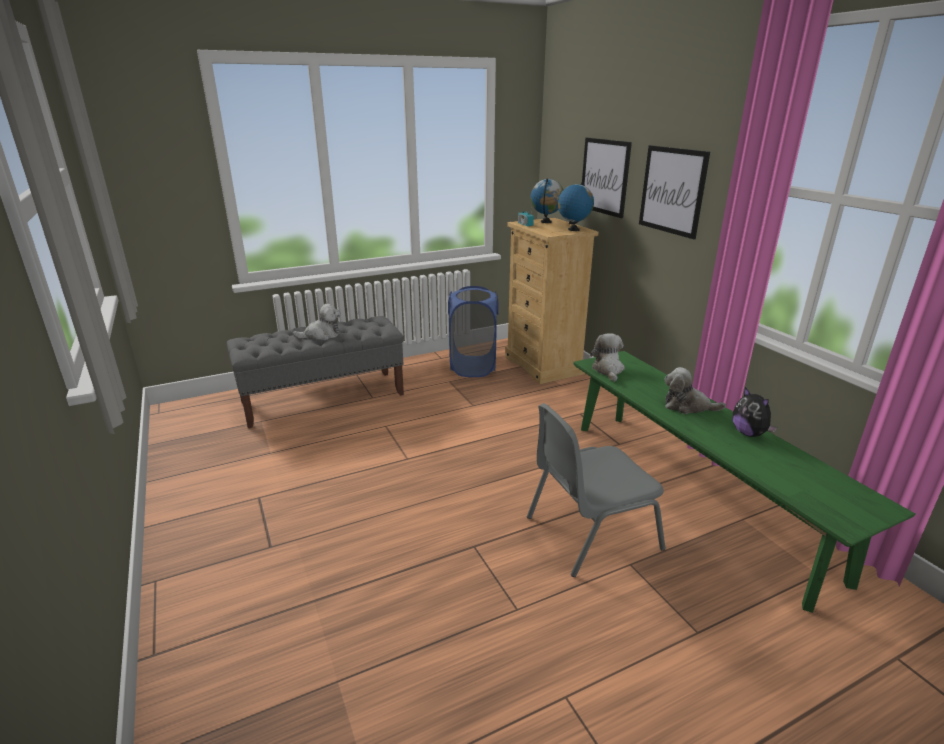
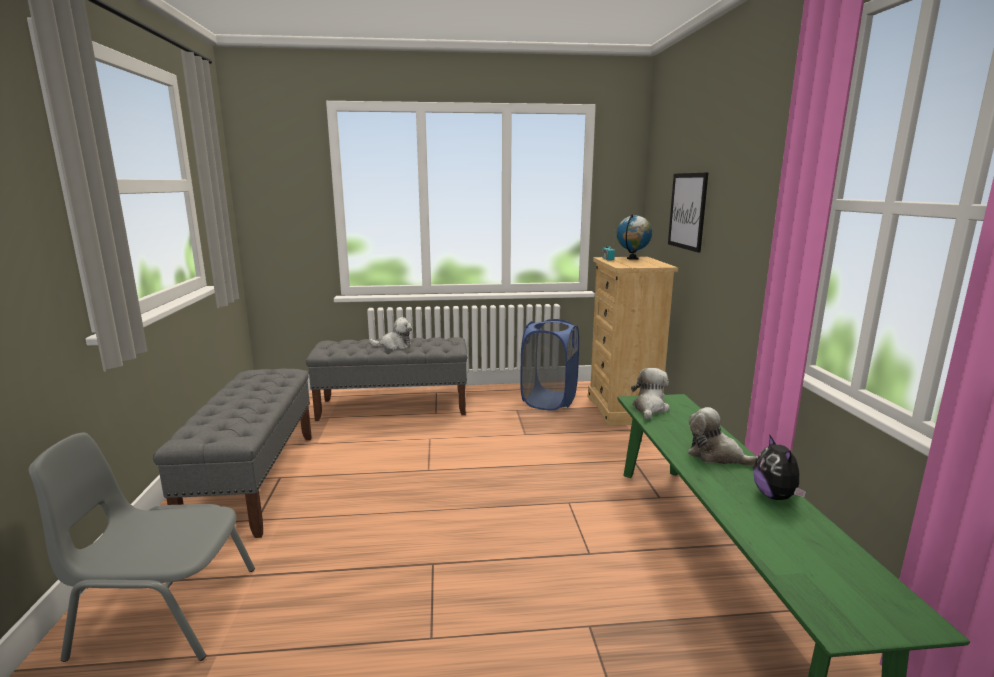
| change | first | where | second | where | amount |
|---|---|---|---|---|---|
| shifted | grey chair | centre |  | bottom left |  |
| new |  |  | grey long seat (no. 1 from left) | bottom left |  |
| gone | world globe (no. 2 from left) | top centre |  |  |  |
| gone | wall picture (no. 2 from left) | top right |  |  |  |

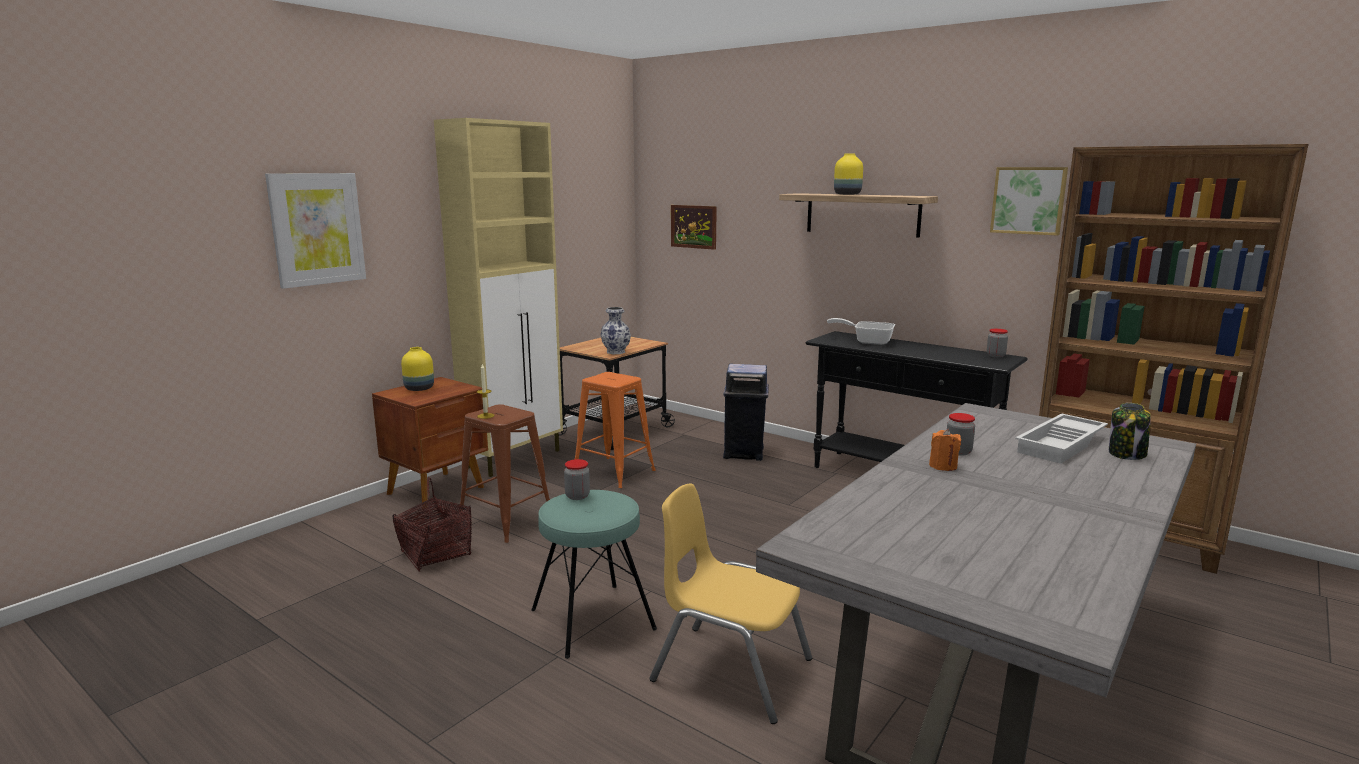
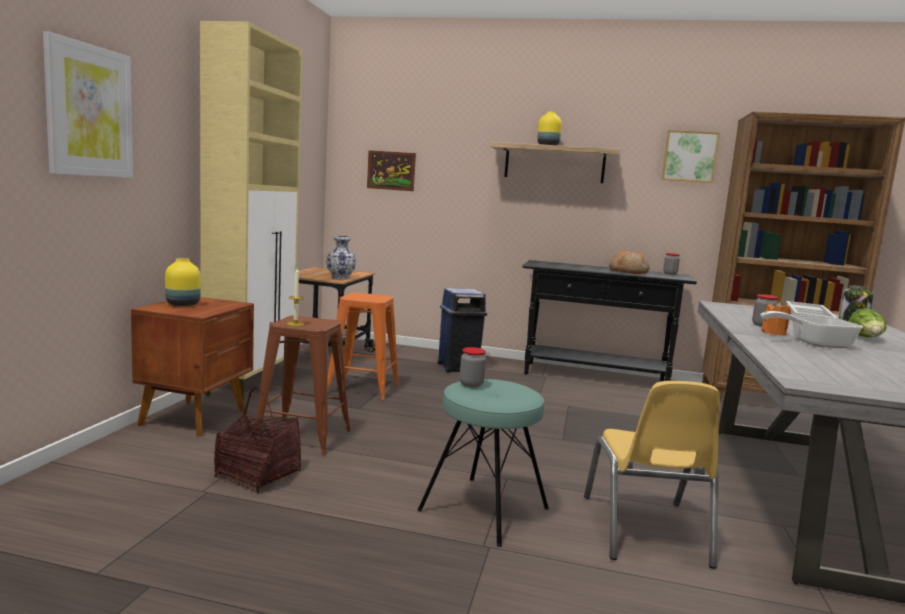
| change | first | where | second | where | amount |
|---|---|---|---|---|---|
| rotated | yellow chair | bottom centre |  | bottom right | 90 degrees counterclockwise |
| new |  |  | baked bread | middle right |  |
| shifted | skillet | centre |  | middle right |  |
| new |  |  | lettuce | middle right |  |

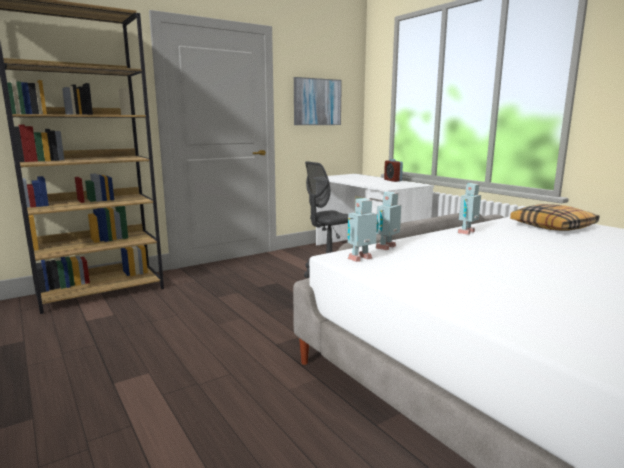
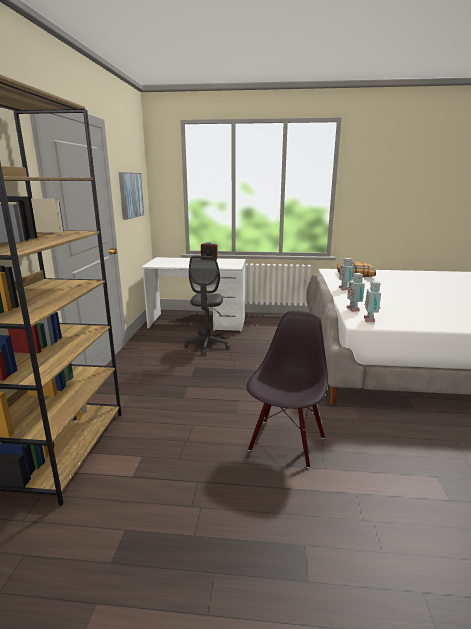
| change | first | where | second | where | amount |
|---|---|---|---|---|---|
| new |  |  | blackish chair | centre |  |

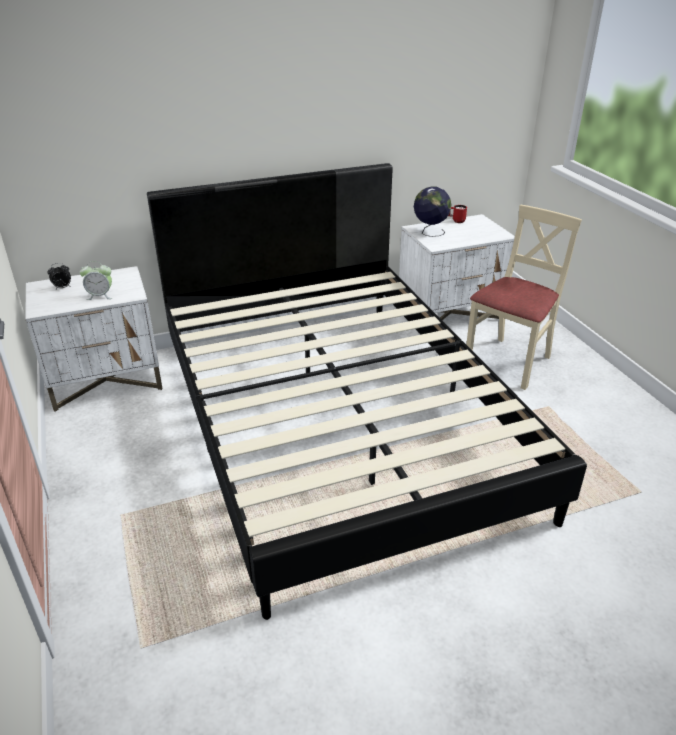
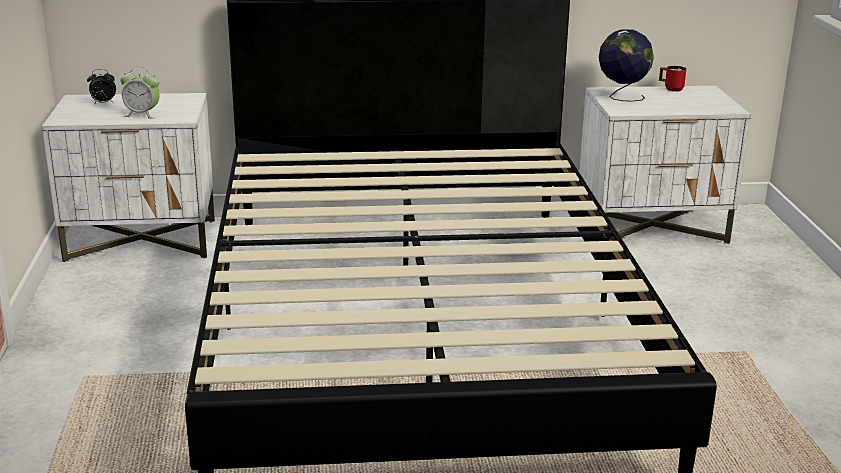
| change | first | where | second | where | amount |
|---|---|---|---|---|---|
| gone | sand-coloured chair | middle right |  |  |  |

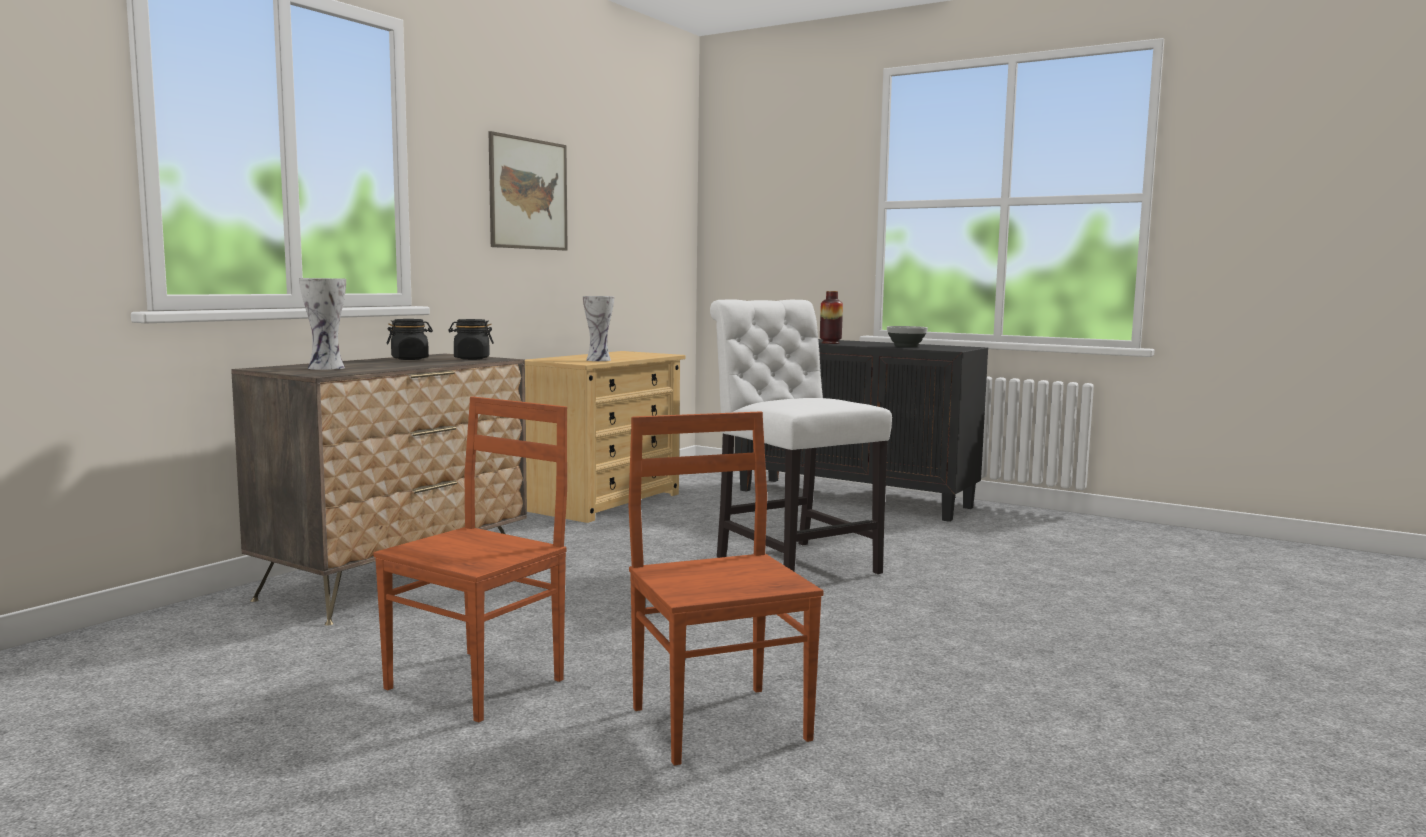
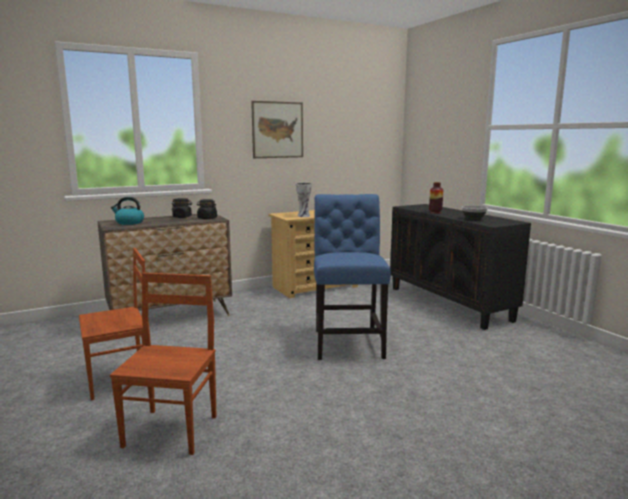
| change | first | where | second | where | amount |
|---|---|---|---|---|---|
| swapped | decorative vase (no. 1 from left) | middle left | kettle | middle left |  |
| repainted | white chair | centre | blue chair | centre |  |

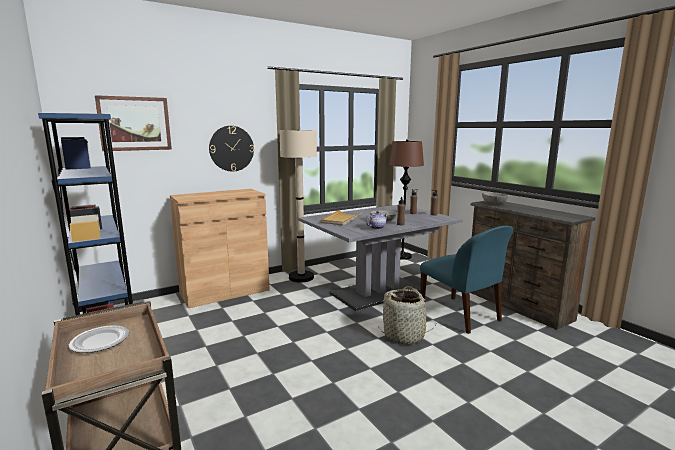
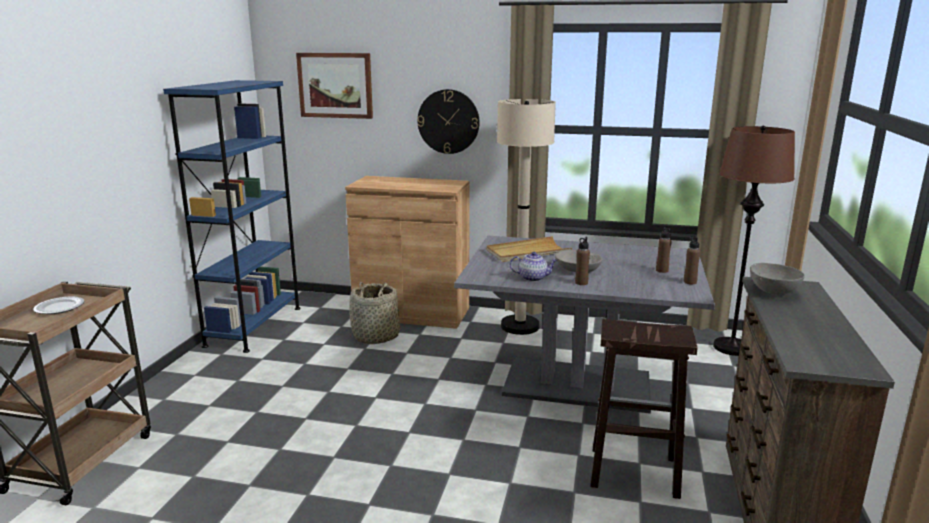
| change | first | where | second | where | amount |
|---|---|---|---|---|---|
| shifted | household basket | bottom centre |  | centre |  |
| swapped | blue chair | middle right | brown stool seat | bottom right |  |

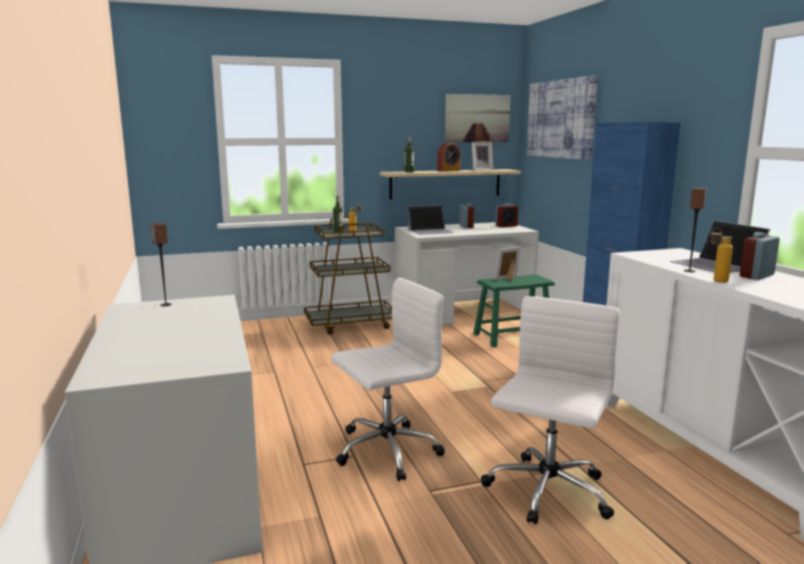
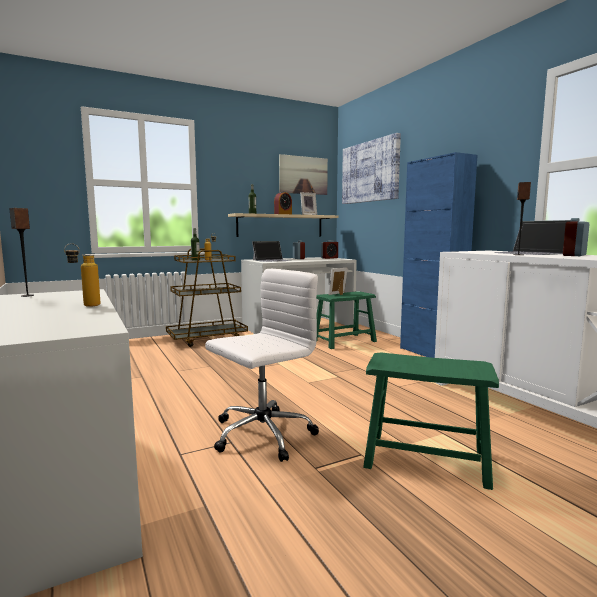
| change | first | where | second | where | amount |
|---|---|---|---|---|---|
| shifted | drink bottle (no. 4 from left in the first image) | middle right | drink bottle (no. 1 from left) | middle left |  |
| swapped | white computer chair (no. 2 from left) | bottom right | greenish stool seat (no. 2 from left) | bottom right |  |

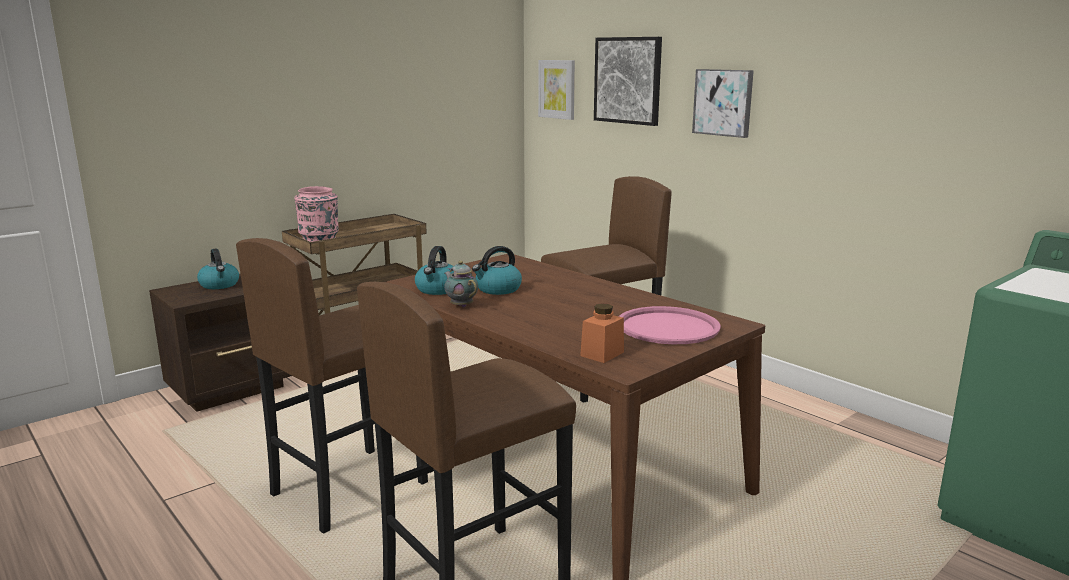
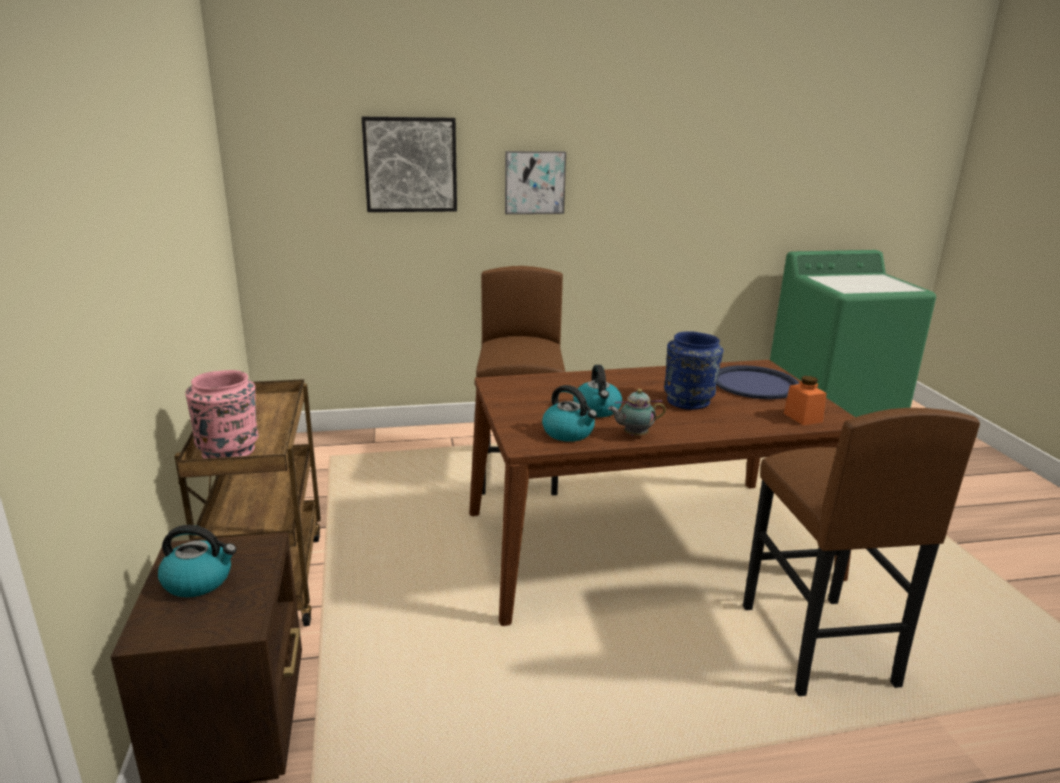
| change | first | where | second | where | amount |
|---|---|---|---|---|---|
| new |  |  | blue decorative vase | centre |  |
| repainted | pink-coloured serving tray | centre | blue serving tray | middle right |  |
| gone | brown stool seat (no. 1 from left) | middle left |  |  |  |
| gone | wall picture (no. 1 from left) | top centre |  |  |  |

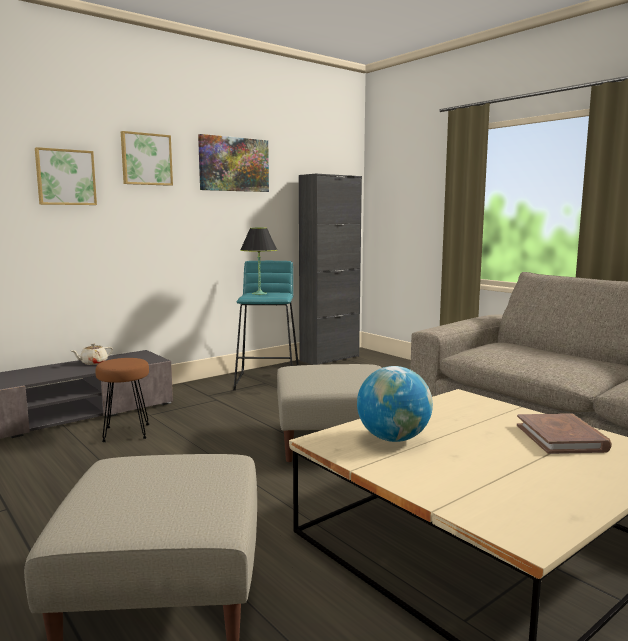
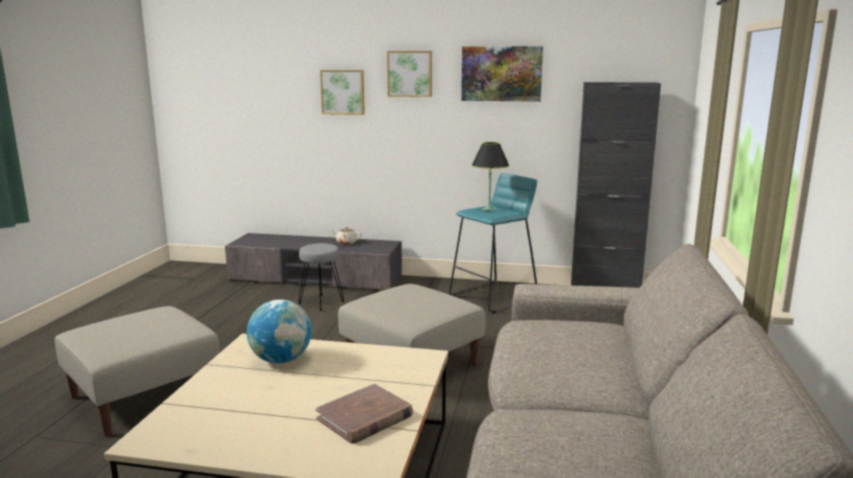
| change | first | where | second | where | amount |
|---|---|---|---|---|---|
| repainted | brown stool seat | middle left | grey stool seat | centre |  |

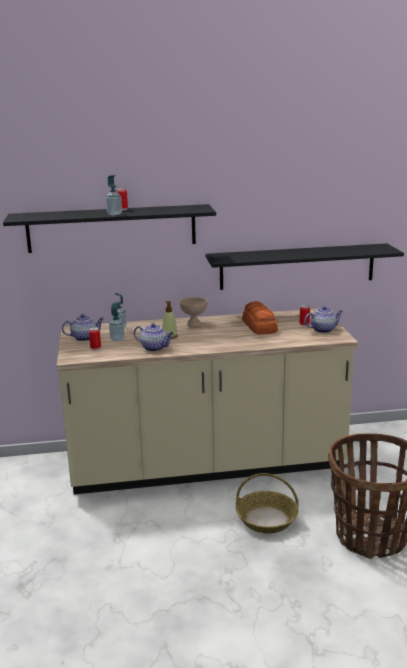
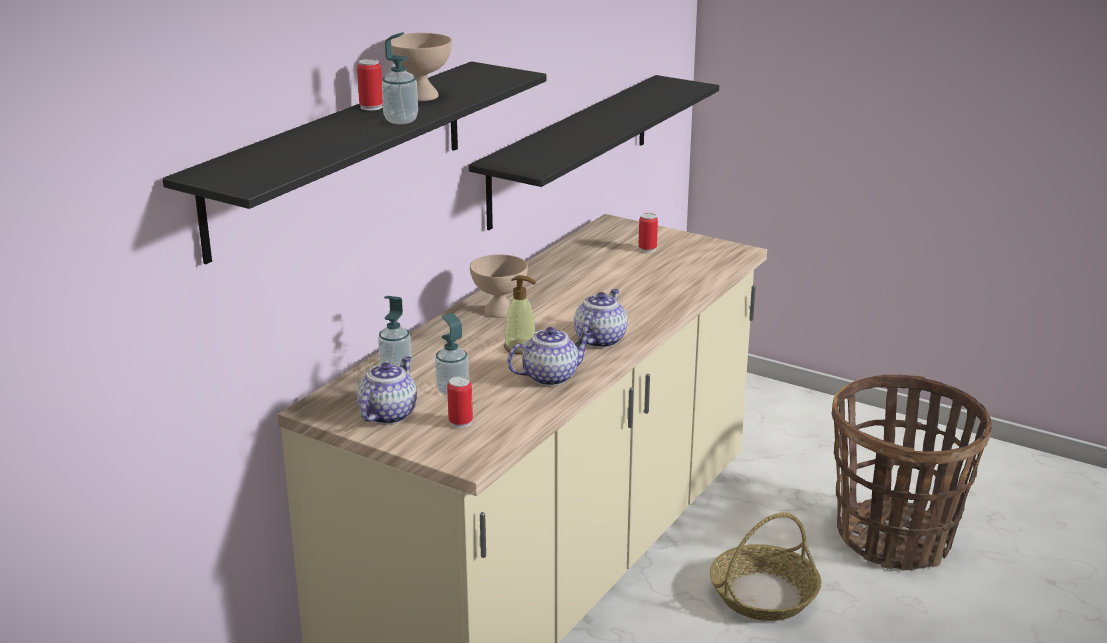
| change | first | where | second | where | amount |
|---|---|---|---|---|---|
| new |  |  | sand-coloured deep dish (no. 1 from left) | top centre |  |
| shifted | pot for tea (no. 3 from left) | middle right |  | centre |  |
| gone | baked bread | centre |  |  |  |

